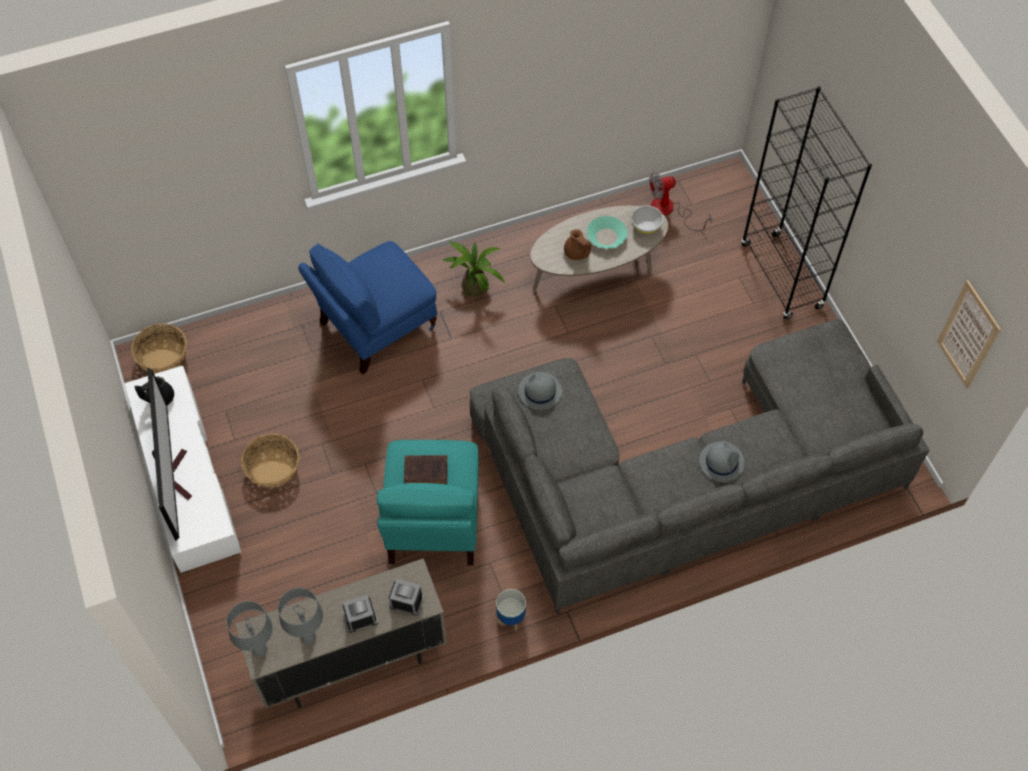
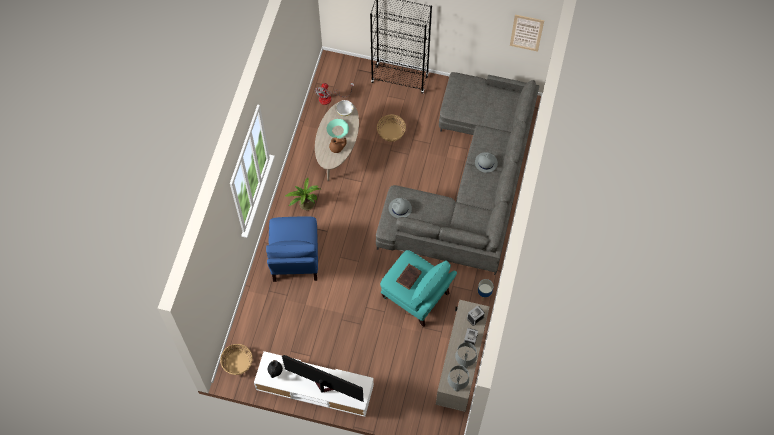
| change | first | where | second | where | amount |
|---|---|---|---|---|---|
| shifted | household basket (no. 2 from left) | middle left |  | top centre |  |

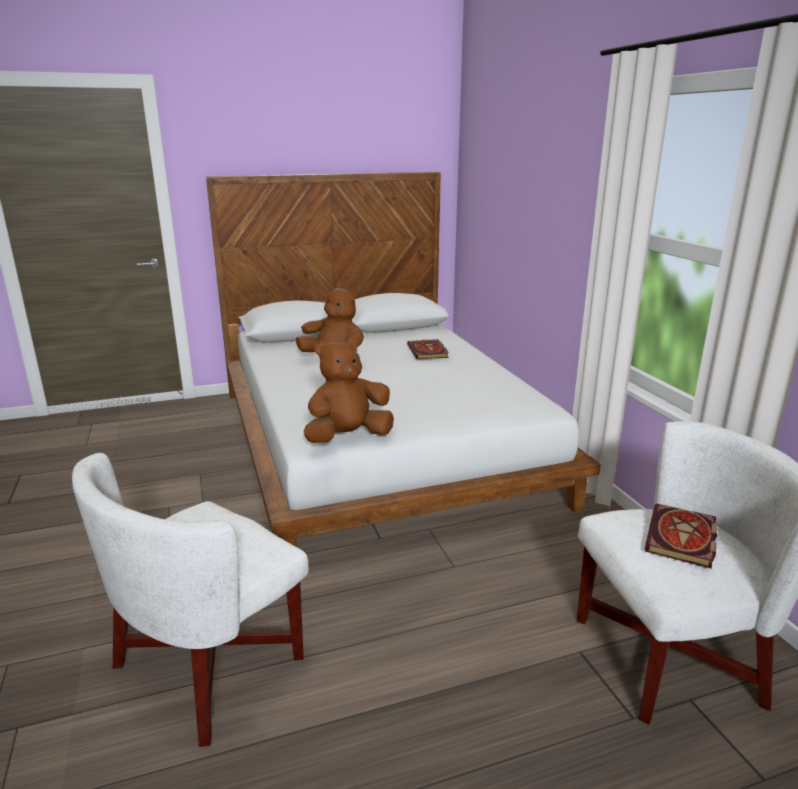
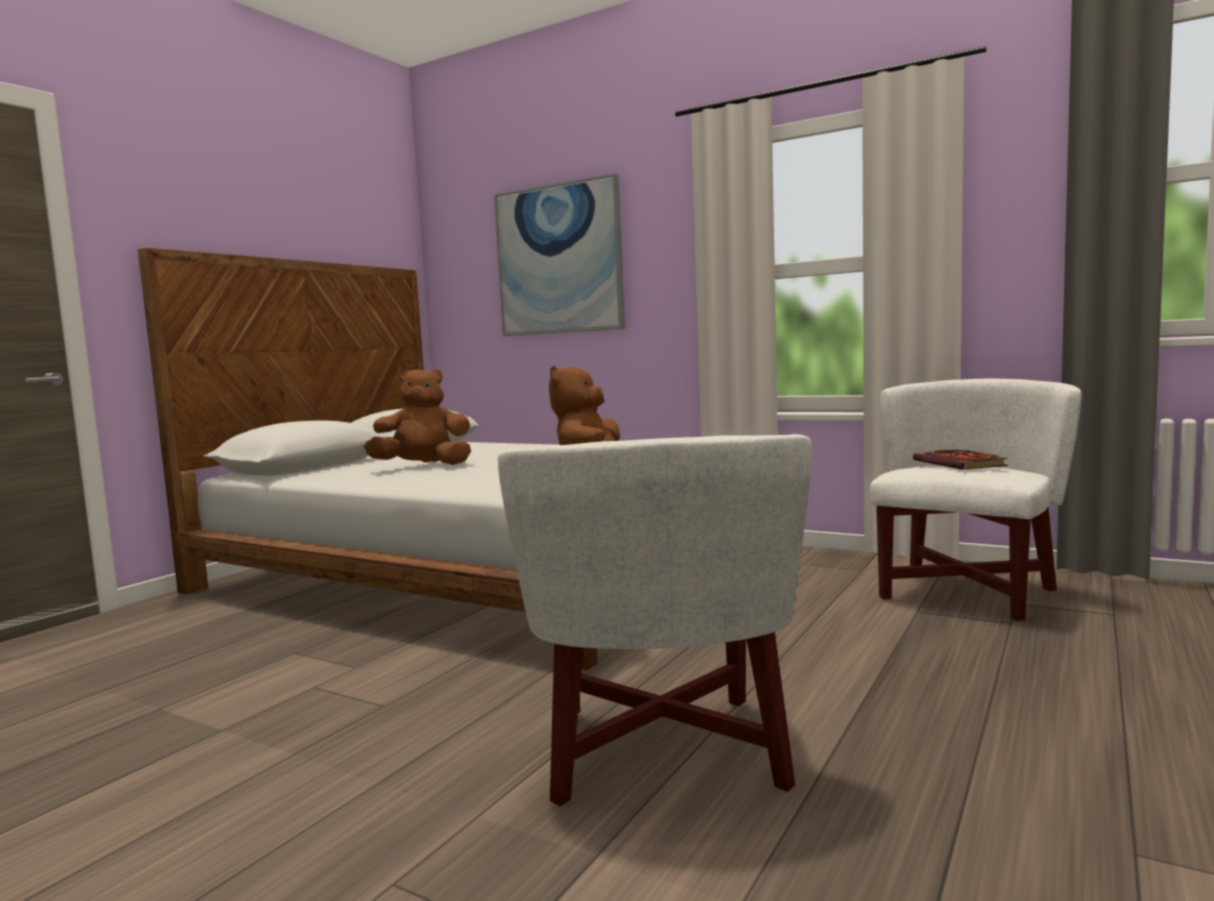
| change | first | where | second | where | amount |
|---|---|---|---|---|---|
| new |  |  | wall picture | top centre |  |
| gone | book (no. 1 from left) | centre |  |  |  |

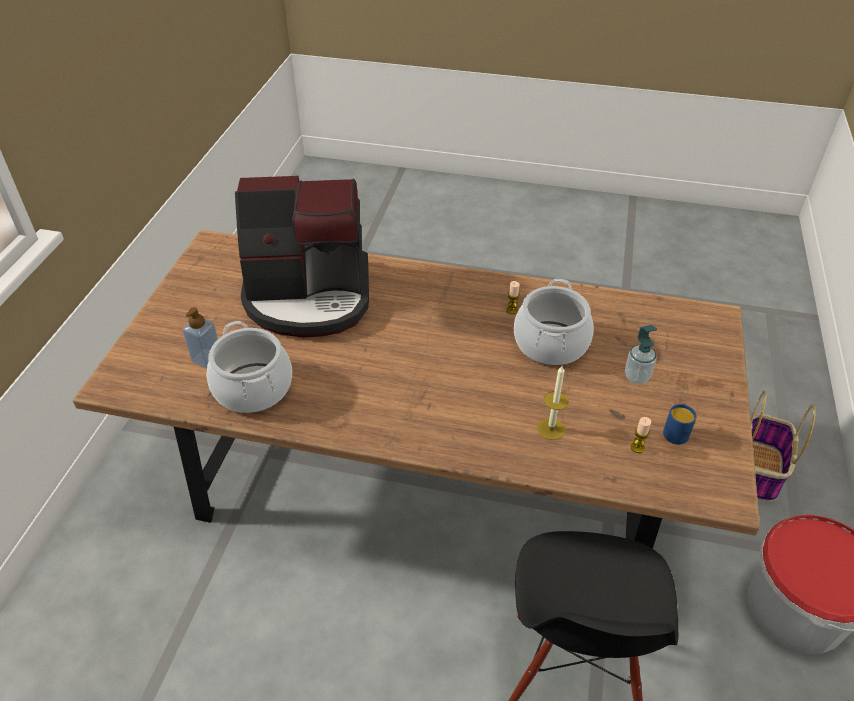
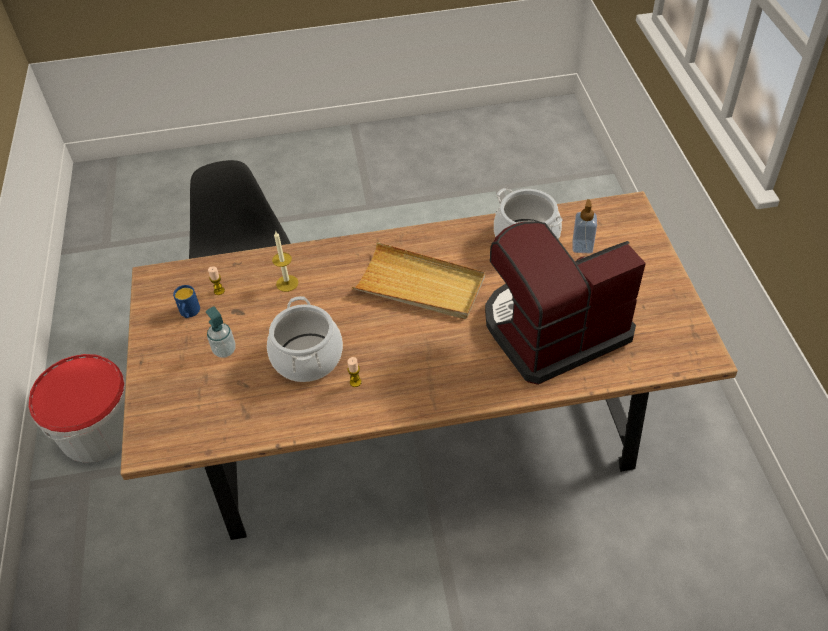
| change | first | where | second | where | amount |
|---|---|---|---|---|---|
| new |  |  | sand-coloured serving tray | centre |  |
| gone | household basket | middle right |  |  |  |

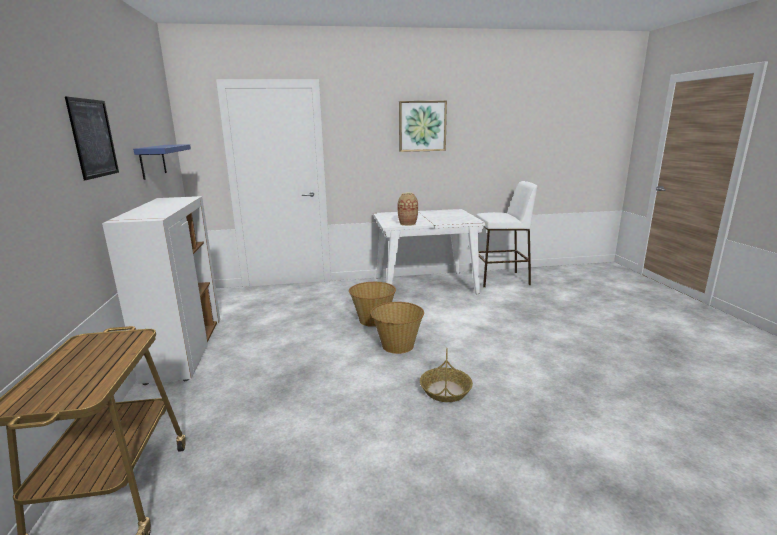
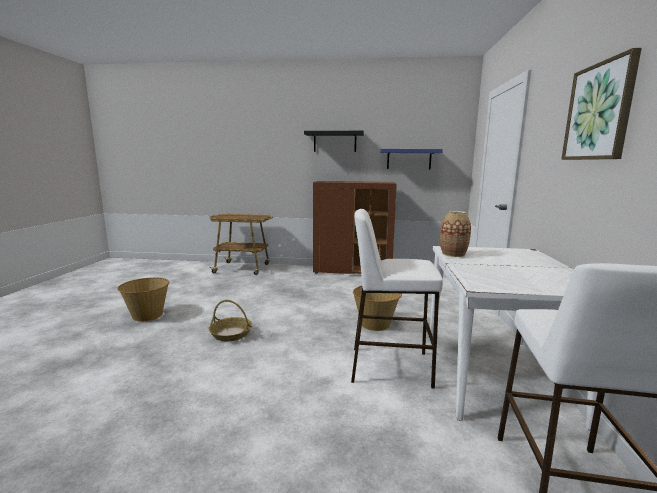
| change | first | where | second | where | amount |
|---|---|---|---|---|---|
| shifted | household basket (no. 2 from left in the first image) | centre | household basket (no. 1 from left) | middle left |  |
| swapped | wall picture (no. 1 from left) | top left | blackish bracket shelf | top centre |  |
| repainted | white cupboard | middle left | brown cupboard | centre |  |
| new |  |  | white stool seat (no. 1 from left) | centre |  |

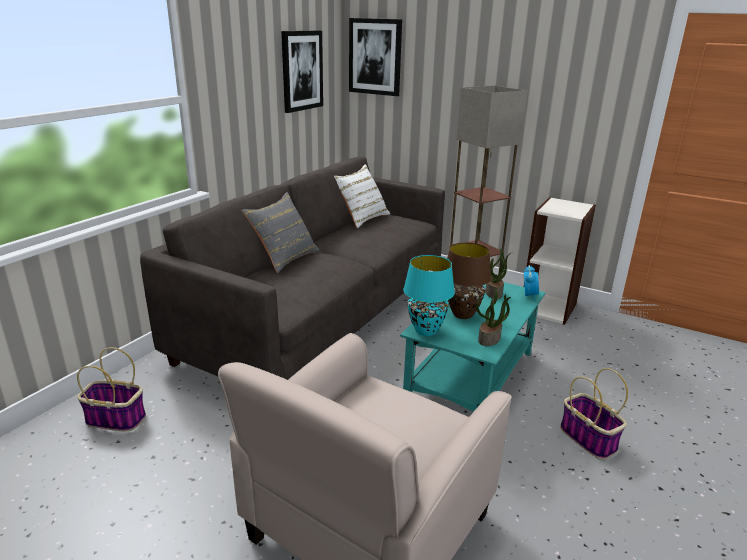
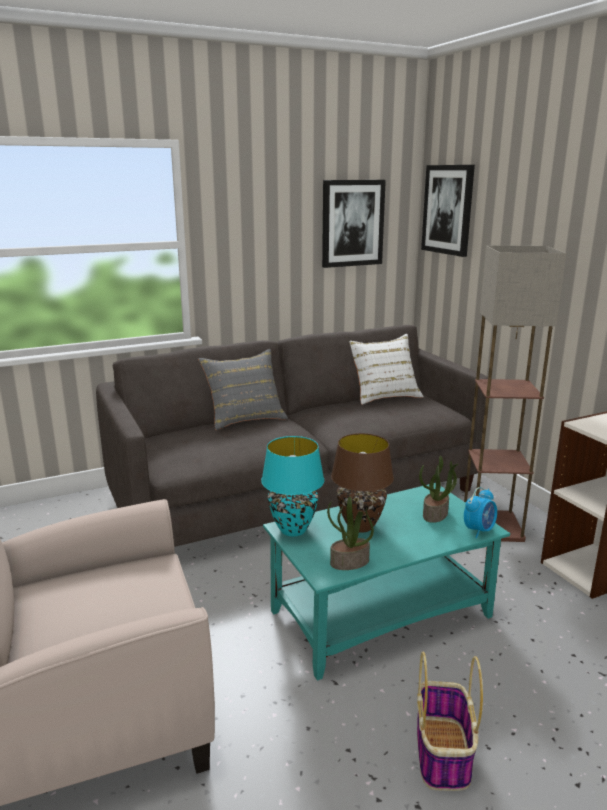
| change | first | where | second | where | amount |
|---|---|---|---|---|---|
| gone | household basket (no. 1 from left) | bottom left |  |  |  |

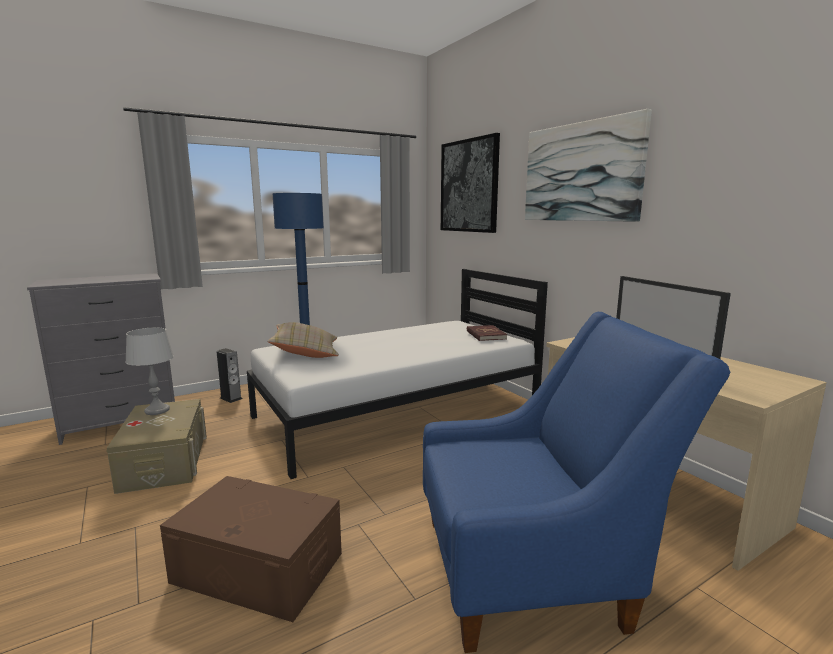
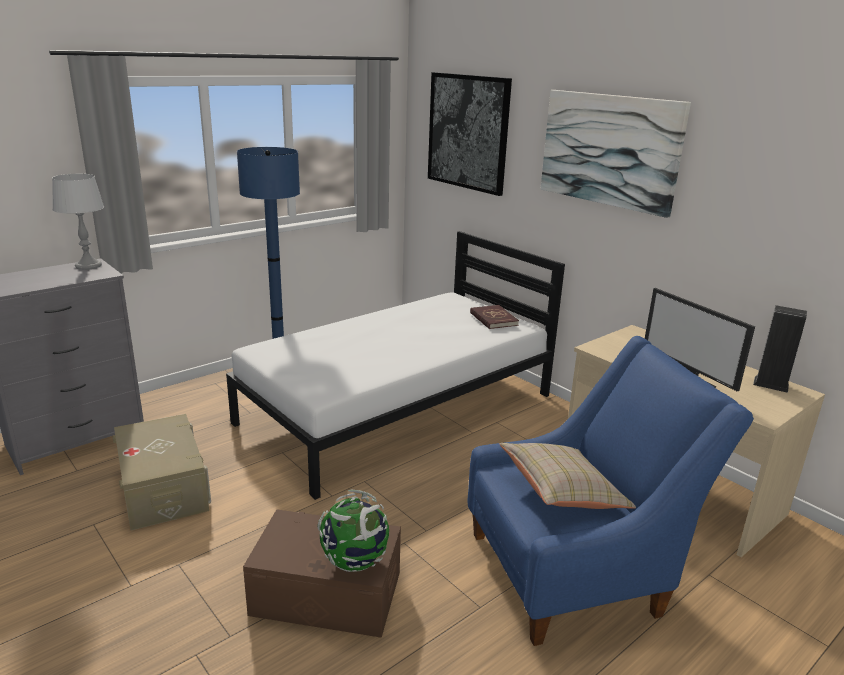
| change | first | where | second | where | amount |
|---|---|---|---|---|---|
| shifted | grey table lamp | middle left |  | top left |  |
| new |  |  | world globe | bottom centre |  |
| shifted | sand-coloured throw pillow | centre |  | bottom right |  |
| shifted | loudspeaker | middle left |  | middle right |  |

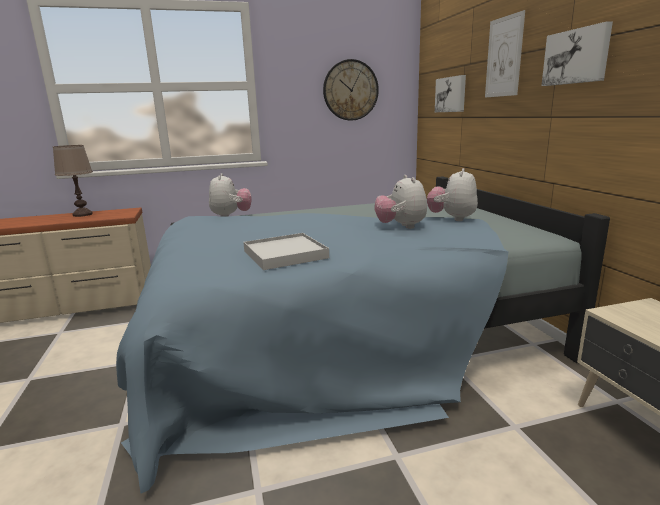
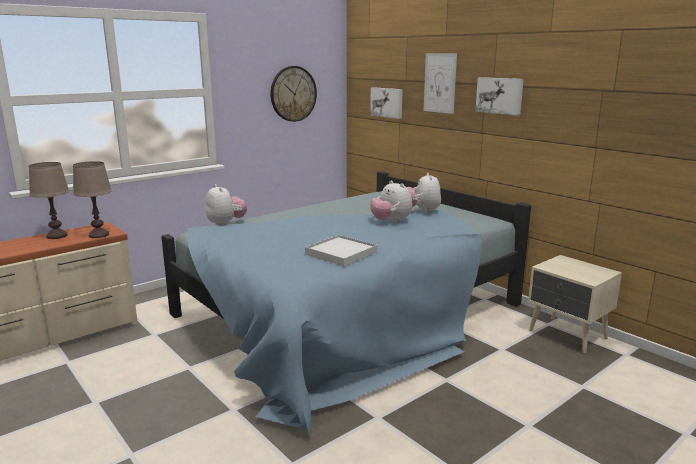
| change | first | where | second | where | amount |
|---|---|---|---|---|---|
| new |  |  | brown table lamp (no. 2 from left) | middle left |  |

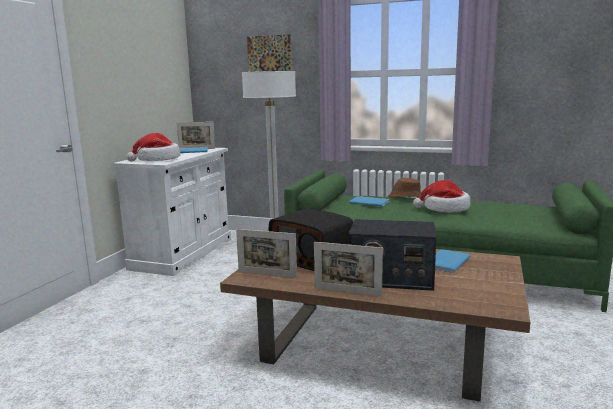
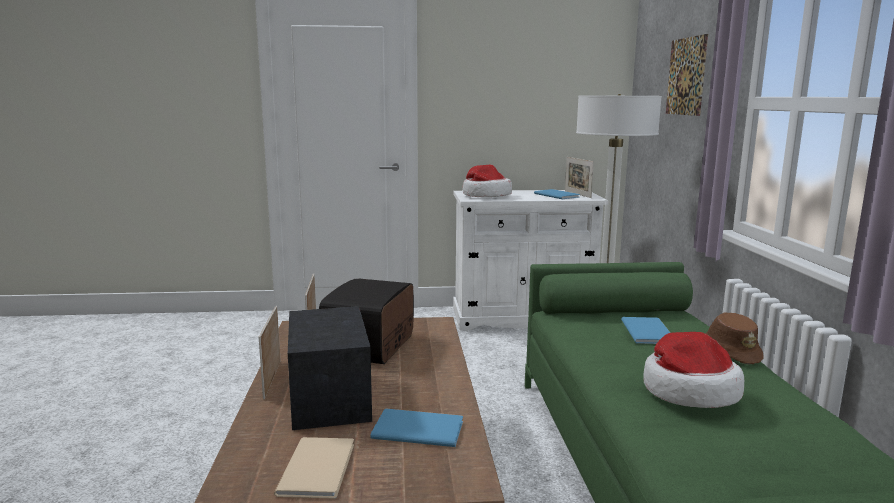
| change | first | where | second | where | amount |
|---|---|---|---|---|---|
| new |  |  | sand-coloured book | bottom centre |  |

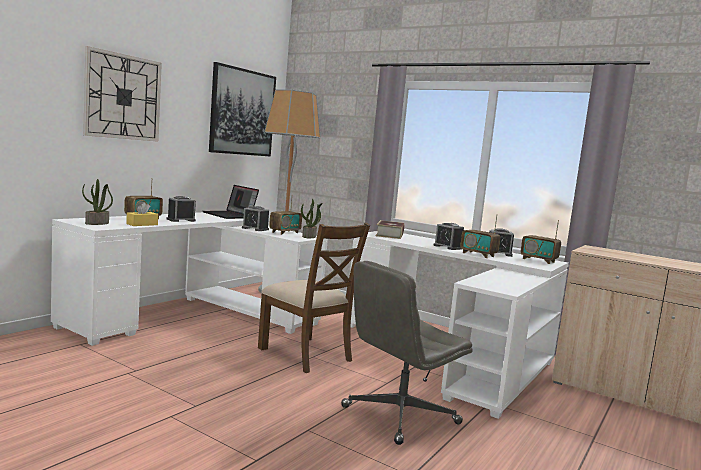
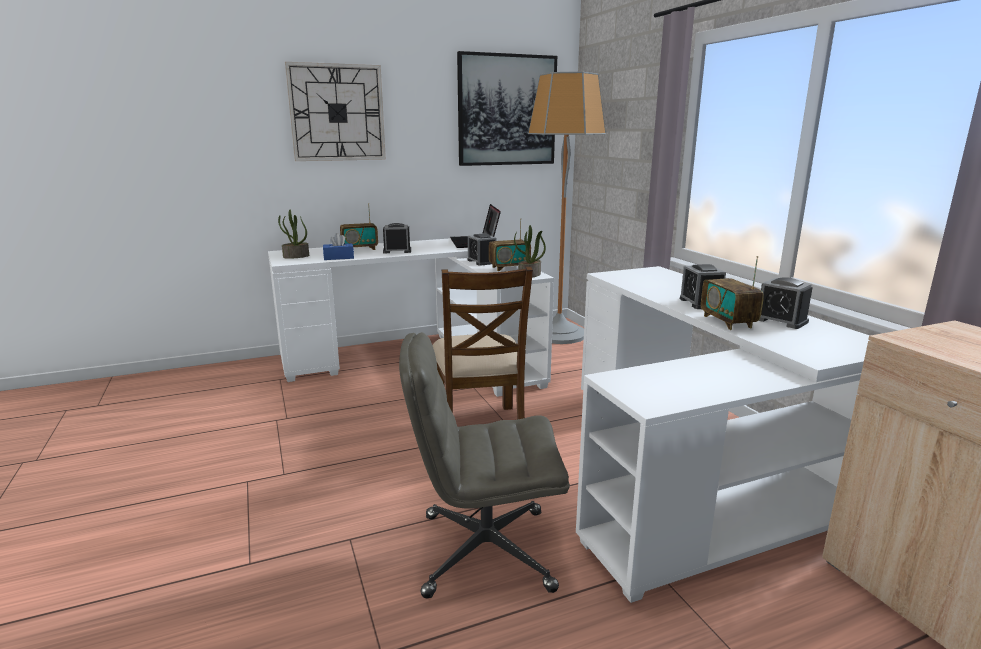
| change | first | where | second | where | amount |
|---|---|---|---|---|---|
| repainted | yellow tissue holder | middle left | blue tissue holder | centre |  |
| gone | book | centre |  |  |  |
| gone | radio (no. 4 from left) | middle right |  |  |  |

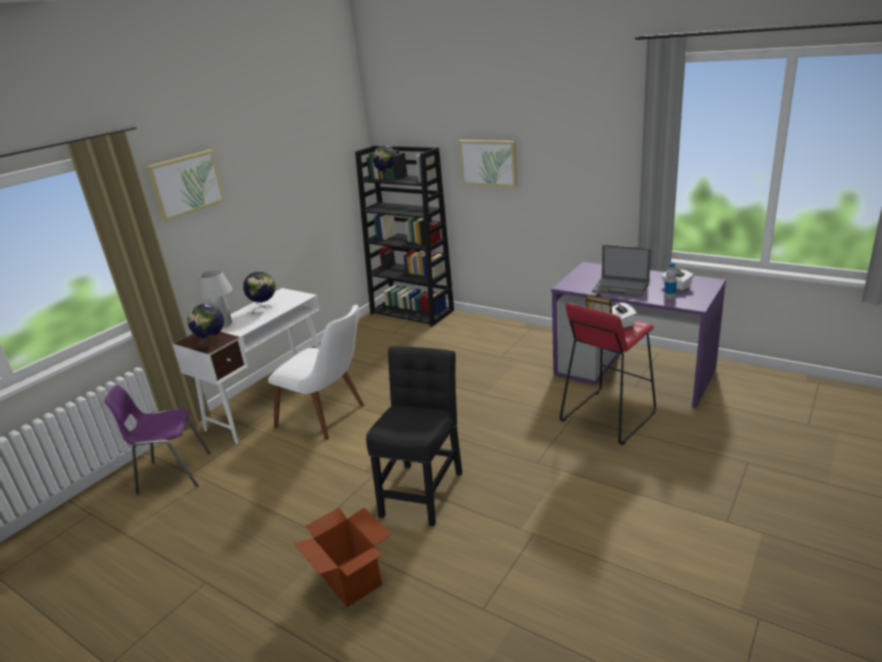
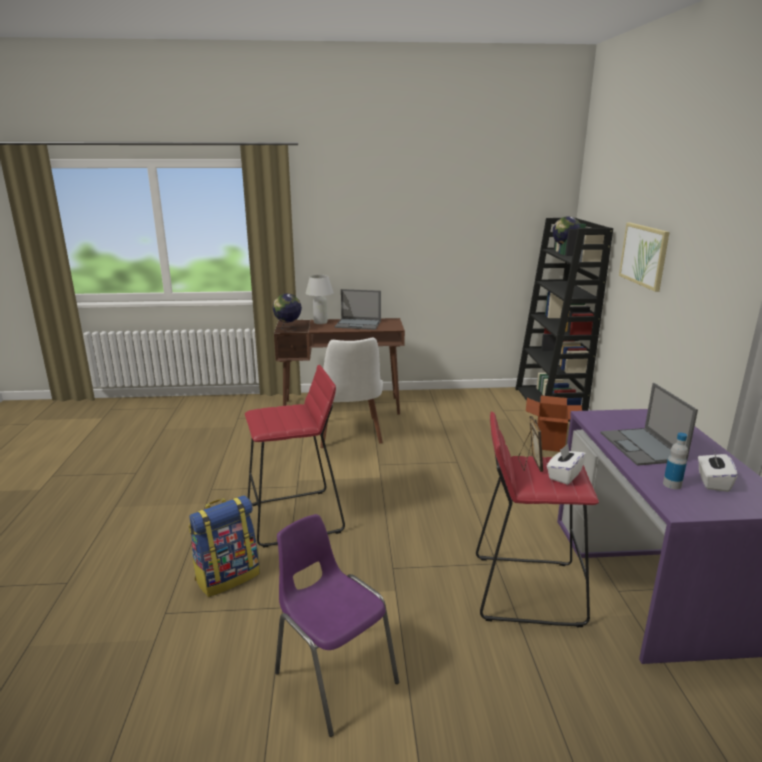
| change | first | where | second | where | amount |
|---|---|---|---|---|---|
| new |  |  | rucksack | bottom left |  |
| swapped | blackish chair | centre | reddish stool seat (no. 1 from left) | centre |  |
| repainted | white desk table | middle left | brown desk table | centre |  |
| shifted | purple chair | middle left |  | bottom centre |  |
| swapped | world globe (no. 2 from left) | middle left | notebook computer (no. 1 from left) | centre |  |
| shifted | carton | bottom centre |  | middle right |  |
| gone | wall picture (no. 1 from left) | top left |  |  |  |

